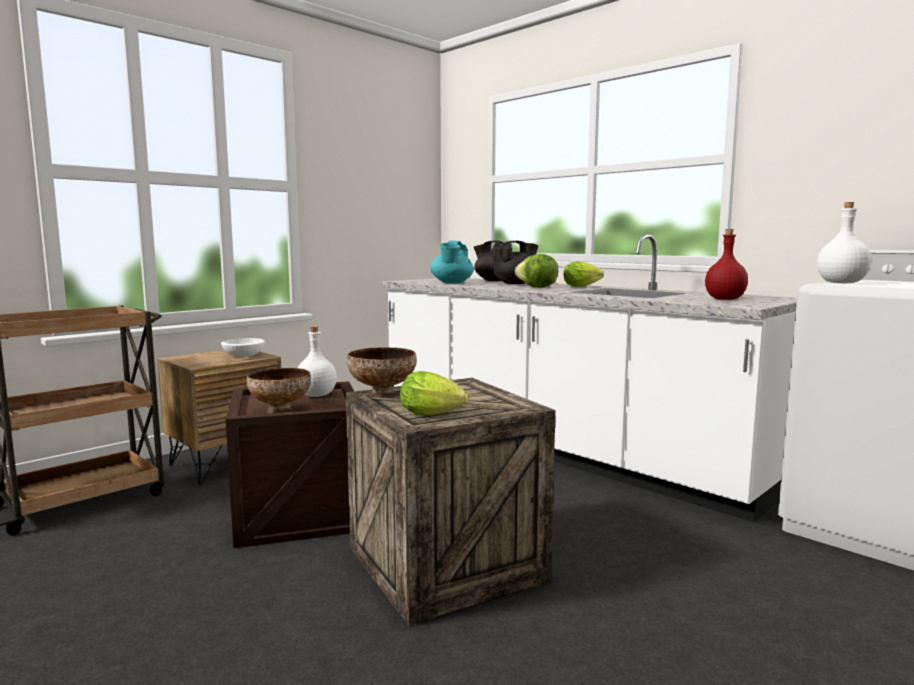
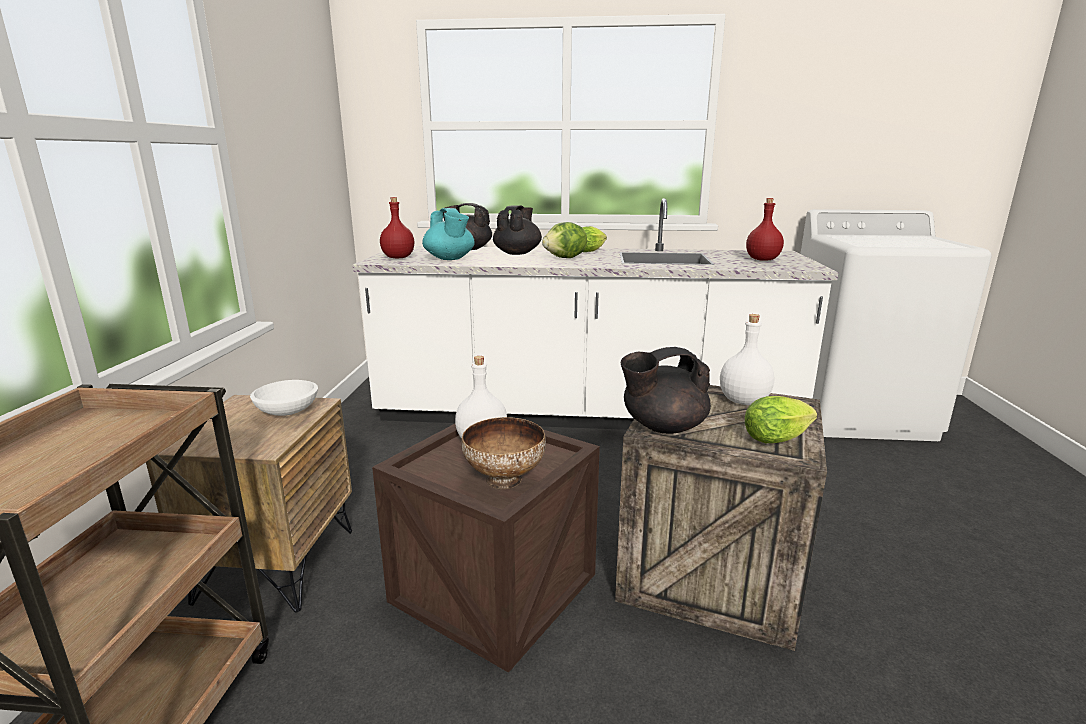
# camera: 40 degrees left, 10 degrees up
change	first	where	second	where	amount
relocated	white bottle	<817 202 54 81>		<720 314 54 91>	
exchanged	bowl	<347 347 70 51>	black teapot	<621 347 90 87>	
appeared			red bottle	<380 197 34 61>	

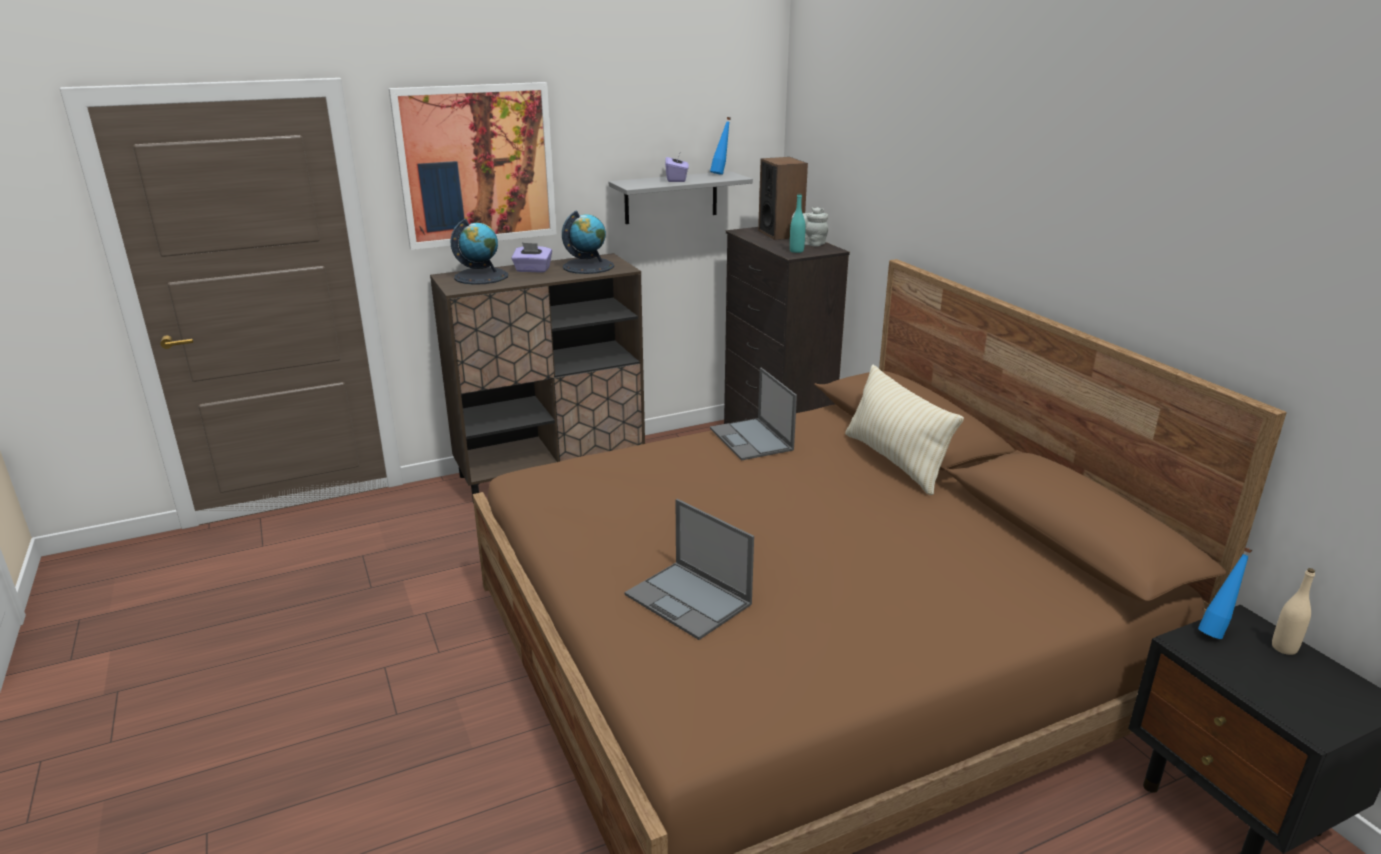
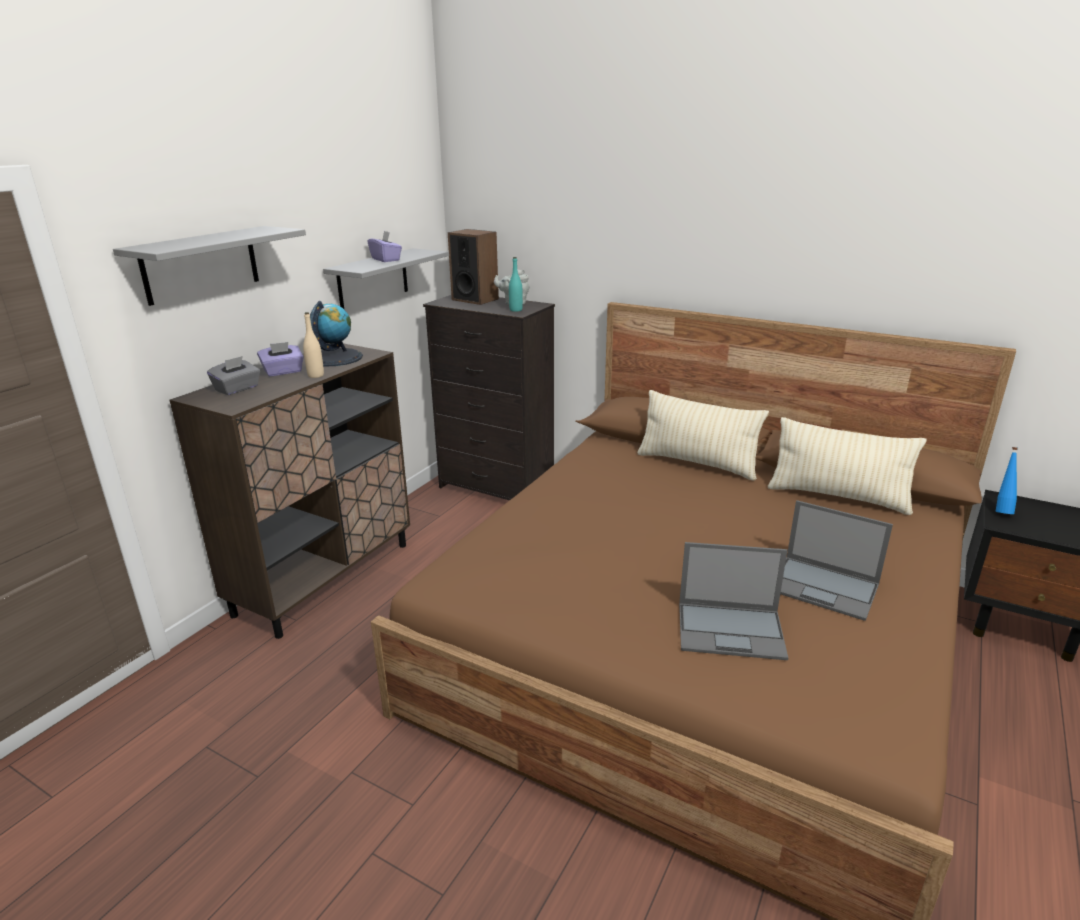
# camera: 35 degrees left, 0 degrees up
change	first	where	second	where	amount
exchanged	picture	<388 82 169 168>	grey shelf	<113 226 193 80>	
missing	blue bottle	<710 117 21 58>			
exchanged	globe	<450 219 58 66>	grey tissue box	<207 356 53 39>	
relocated	laptop	<710 368 87 92>		<780 500 113 121>	
relocated	beige bottle	<1272 568 43 87>		<303 312 21 66>	
appeared			beige pillow	<768 417 159 98>	

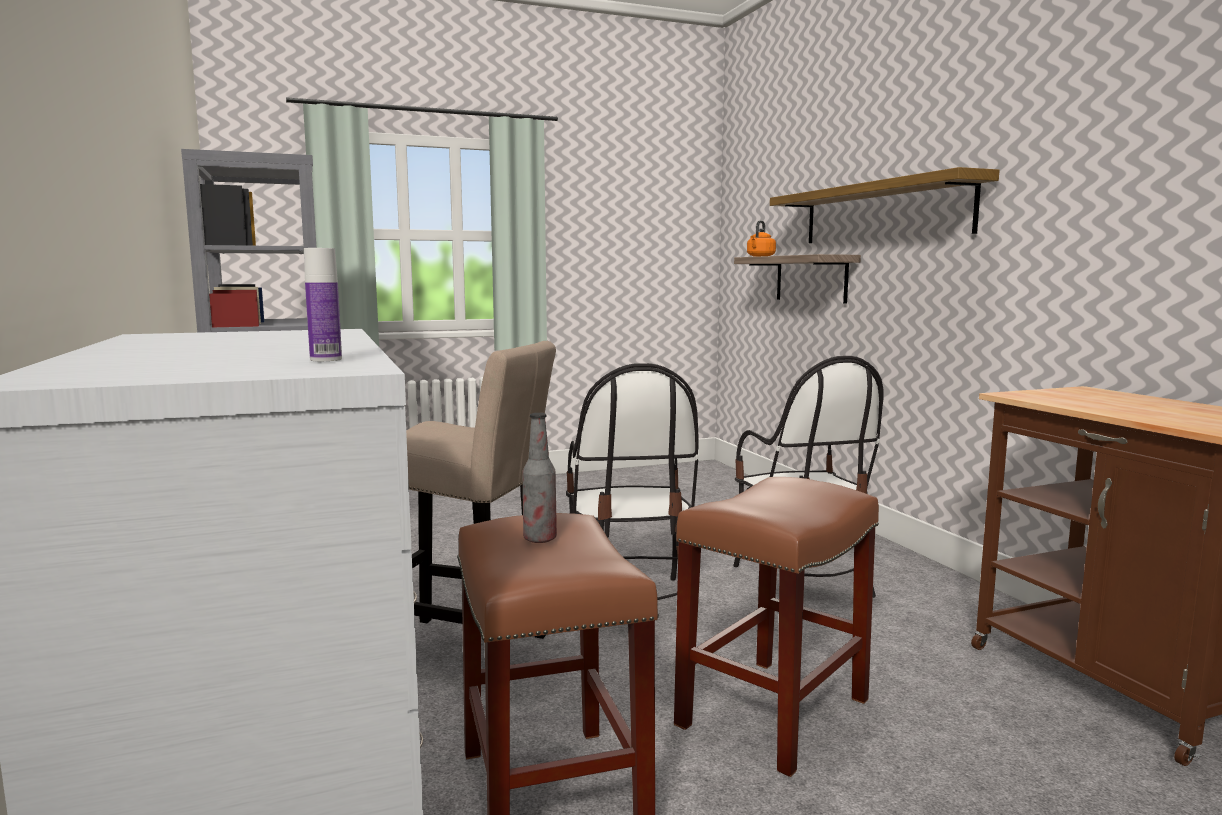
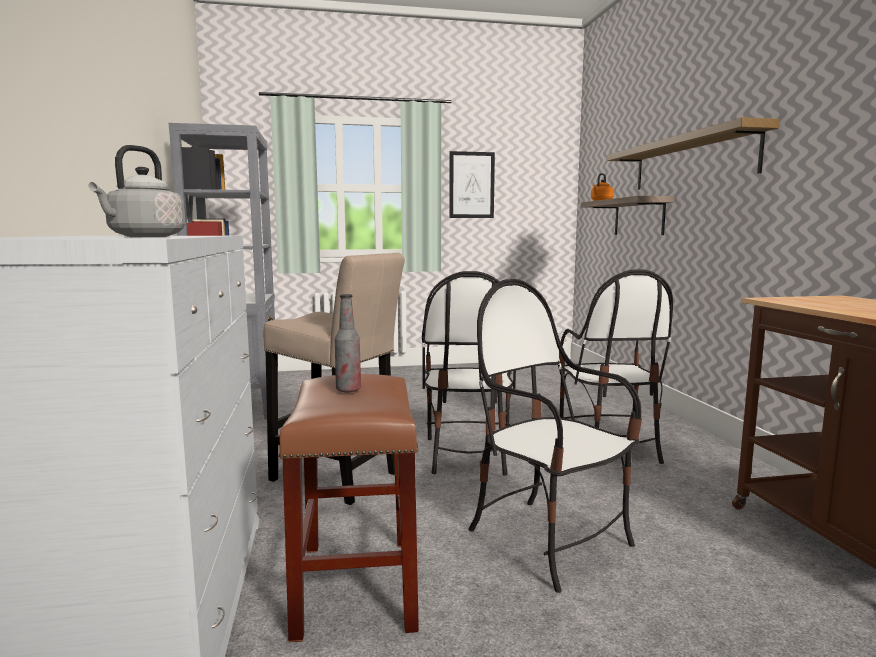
# camera: 10 degrees right, 0 degrees up
change	first	where	second	where	amount
exchanged	bottle	<304 248 38 113>	grey kettle	<88 145 98 92>	
exchanged	brown stool	<674 477 205 300>	chair	<468 279 174 314>	
appeared			picture	<449 151 46 67>	

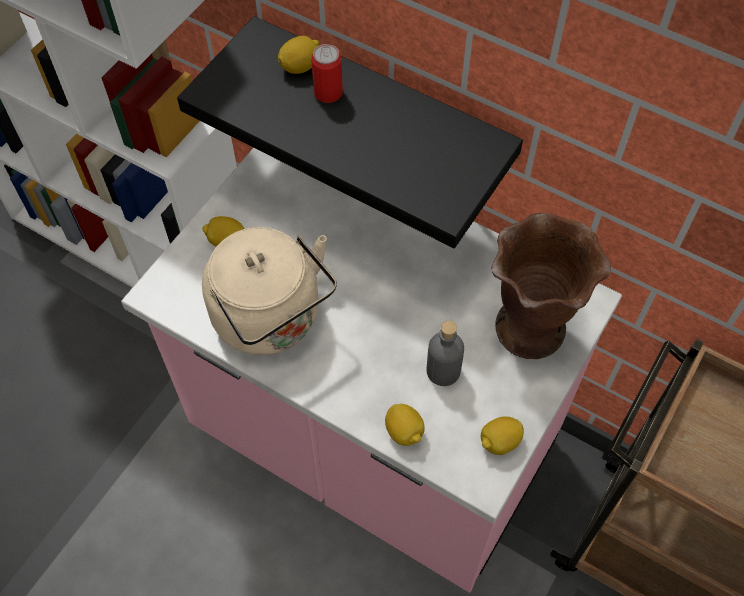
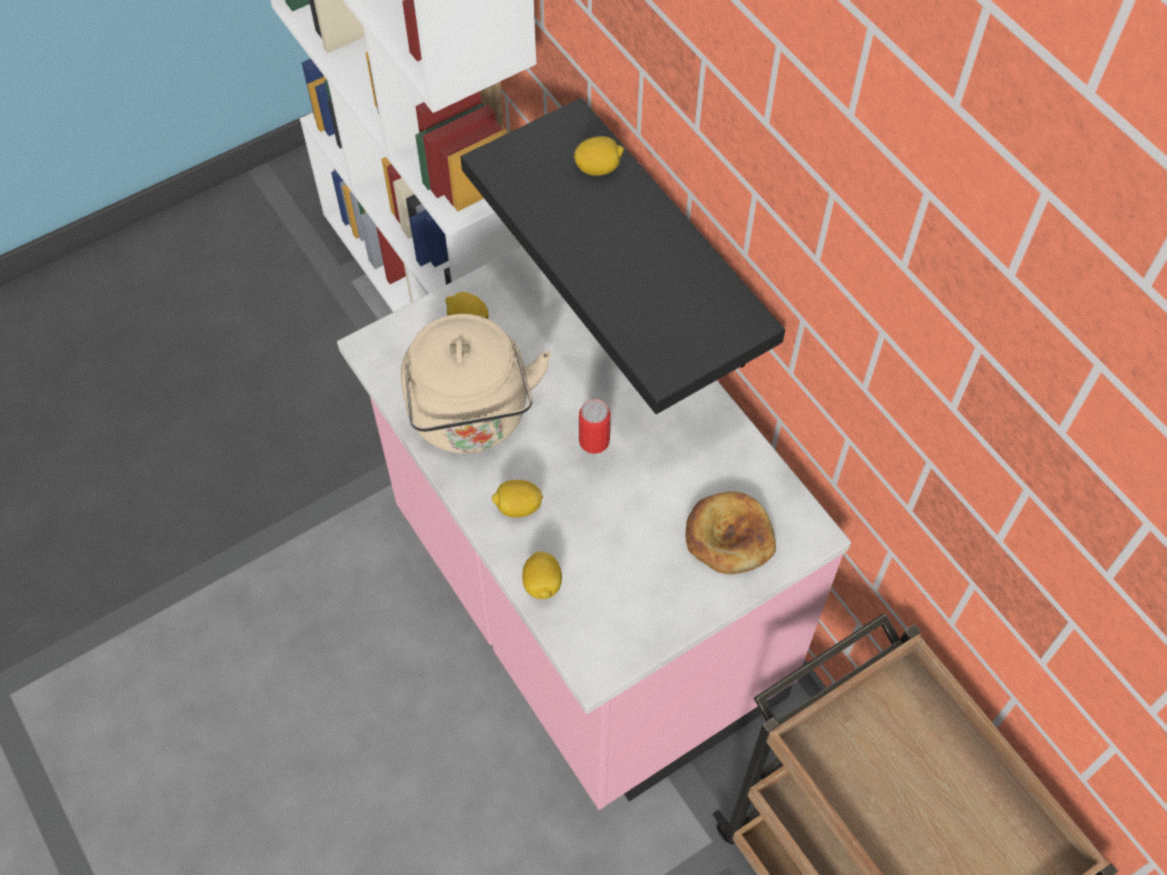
# camera: 25 degrees right, 0 degrees up
change	first	where	second	where	amount
relocated	can	<311 44 32 59>		<579 399 32 55>	
exchanged	brown vase	<491 213 120 146>	bread	<685 491 91 83>	
missing	grey bottle	<427 321 37 65>			
relocated	lemon	<481 416 43 39>		<492 480 51 37>	

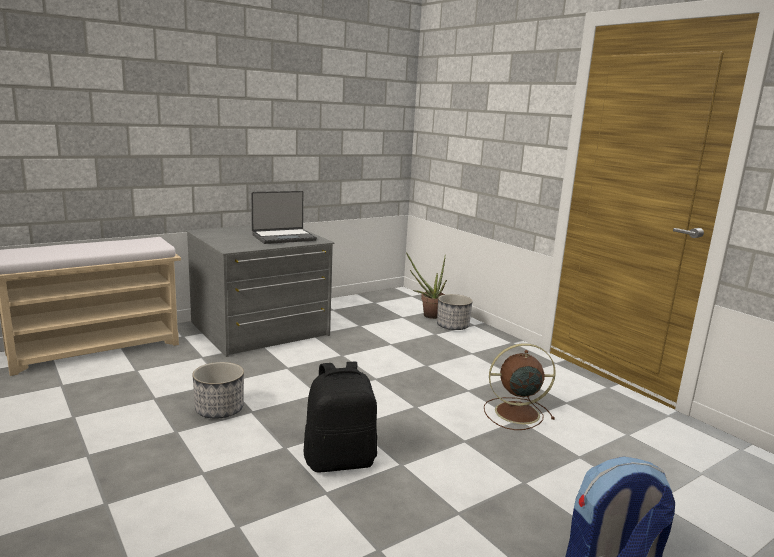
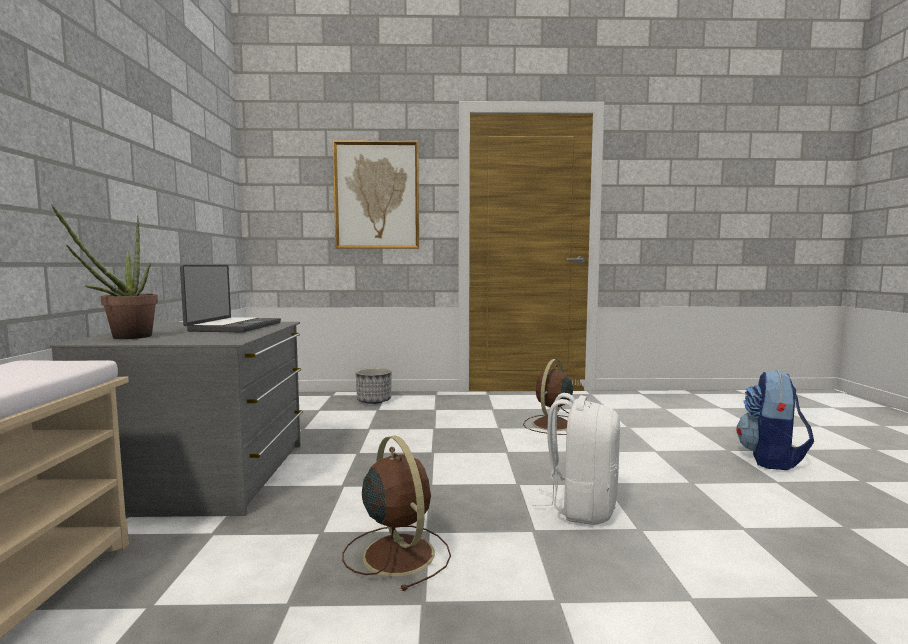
# camera: 55 degrees left, 10 degrees down
change	first	where	second	where	amount
relocated	potted plant	<406 252 41 67>		<52 204 106 135>	
exchanged	planter	<192 362 52 57>	brown fan	<342 436 109 155>	
colour	black backpack	<304 362 73 111>	white backpack	<533 393 87 132>	
appeared			picture	<333 140 86 109>	

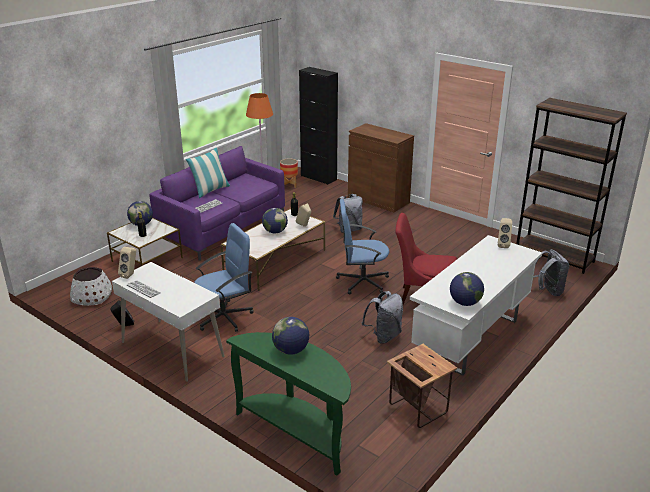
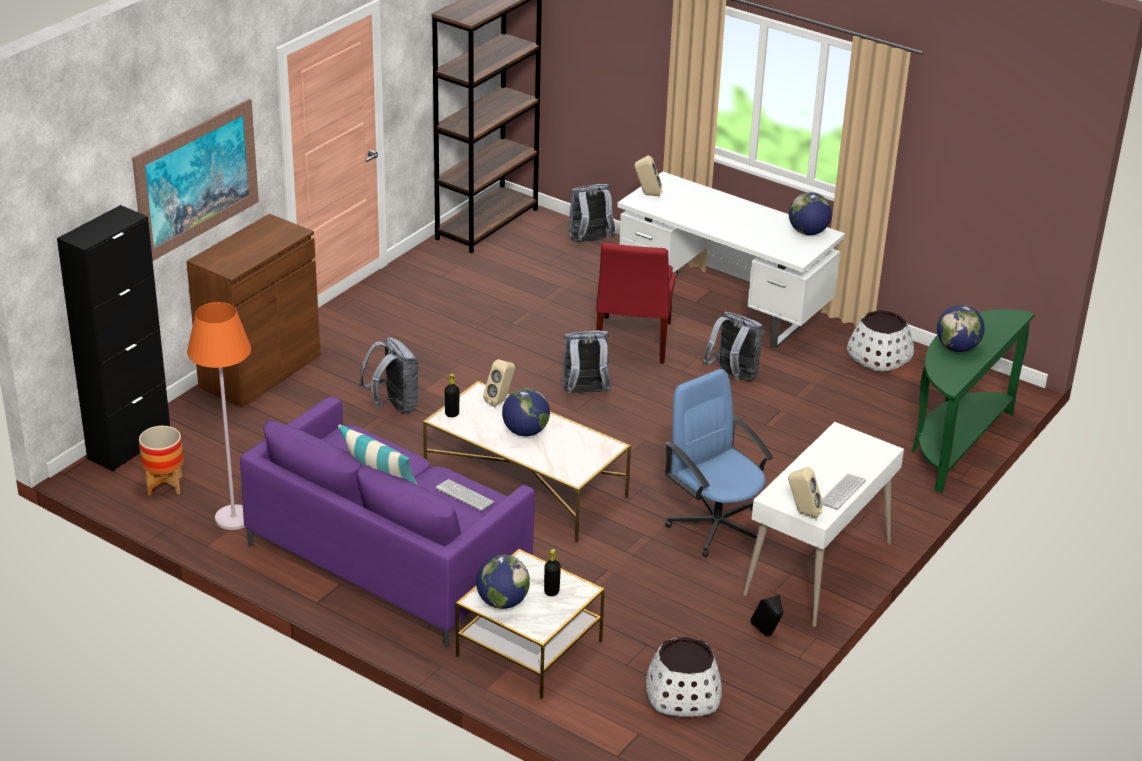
# camera: 95 degrees left, 5 degrees up
change	first	where	second	where	amount
exchanged	blue office chair	<336 199 53 96>	grey backpack	<560 330 51 64>	
exchanged	side table	<387 344 70 84>	white planter	<847 310 67 62>	
appeared			picture	<132 99 127 162>	

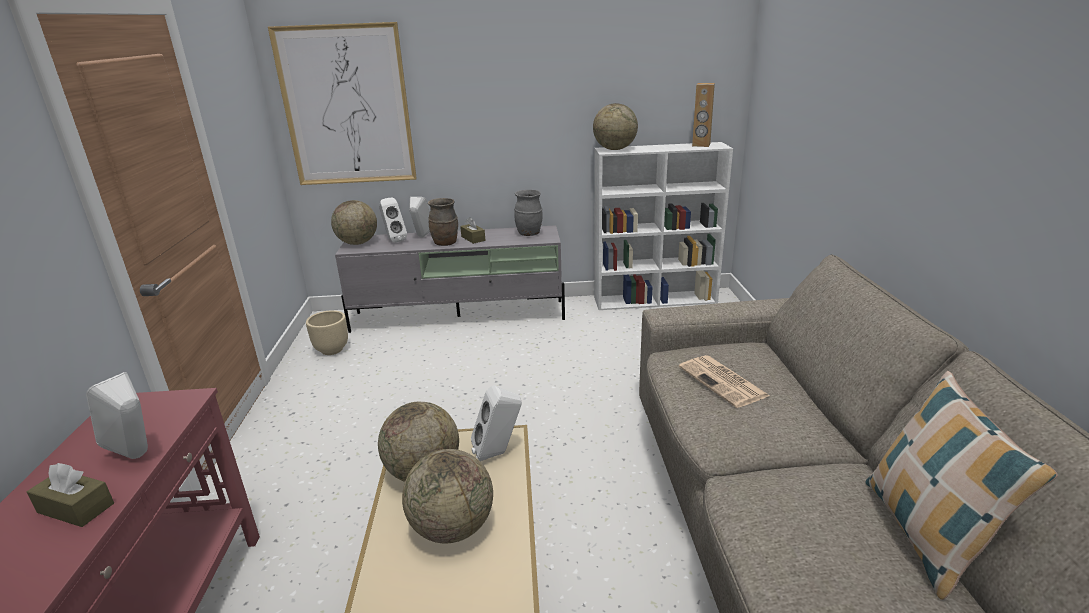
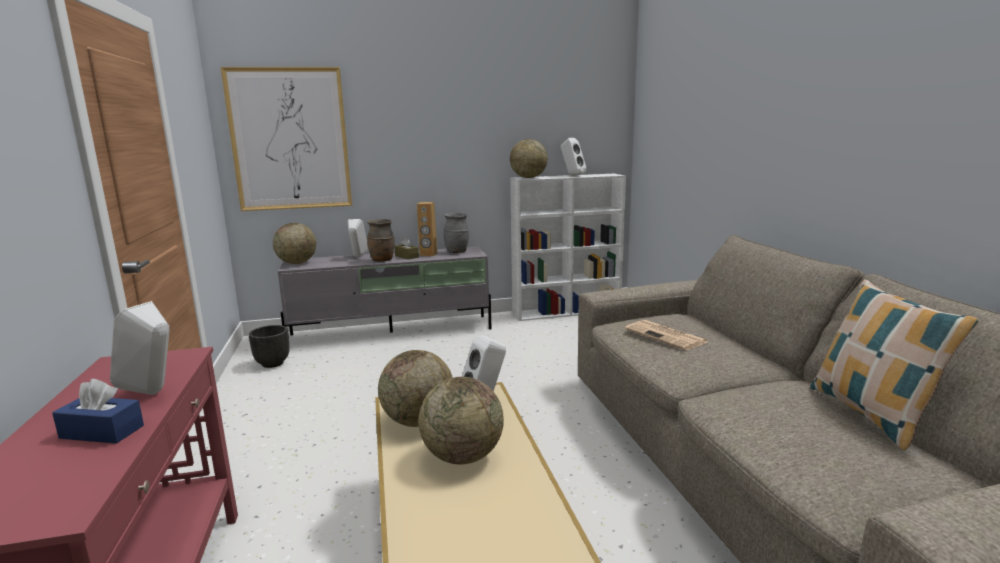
# camera: 10 degrees left, 10 degrees down
change	first	where	second	where	amount
relocated	brown speaker	<692 83 23 64>		<417 202 20 54>	
relocated	white speaker	<379 197 28 46>		<561 138 26 38>	
colour	beige planter	<306 310 42 45>	black planter	<249 325 41 43>	
colour	brown tissue box	<27 463 87 64>	blue tissue box	<52 379 92 65>	

